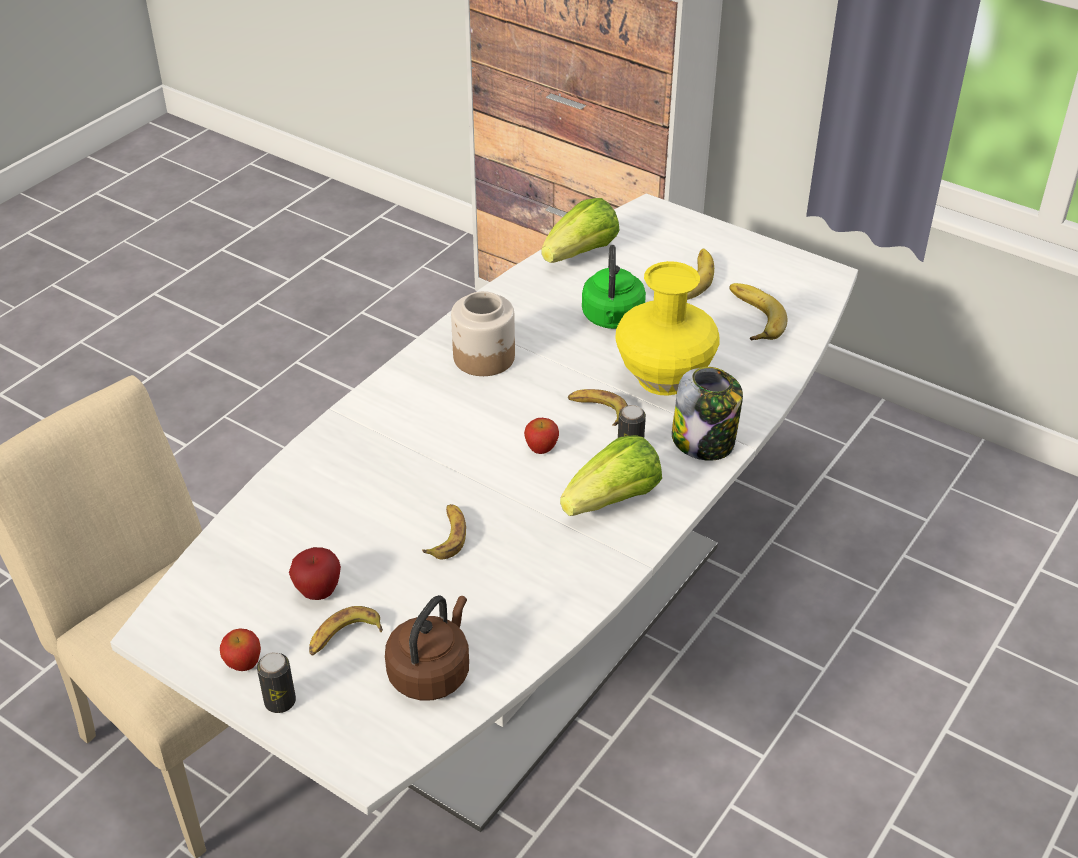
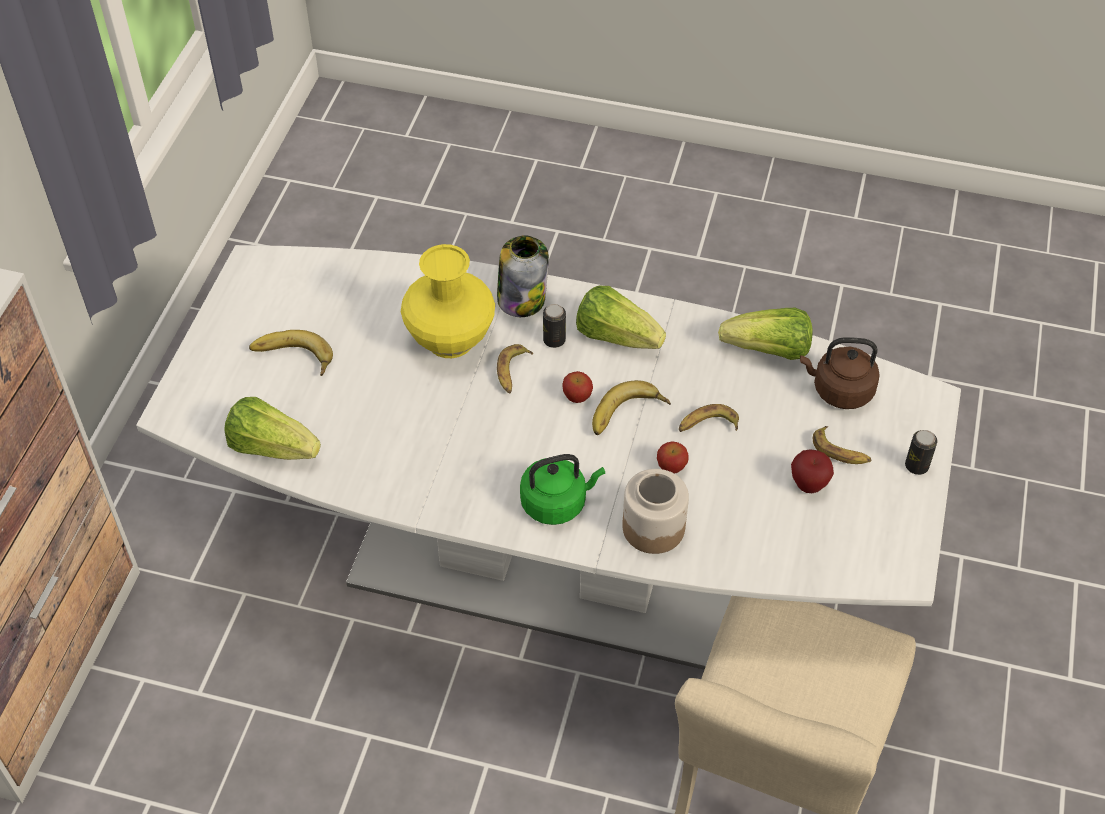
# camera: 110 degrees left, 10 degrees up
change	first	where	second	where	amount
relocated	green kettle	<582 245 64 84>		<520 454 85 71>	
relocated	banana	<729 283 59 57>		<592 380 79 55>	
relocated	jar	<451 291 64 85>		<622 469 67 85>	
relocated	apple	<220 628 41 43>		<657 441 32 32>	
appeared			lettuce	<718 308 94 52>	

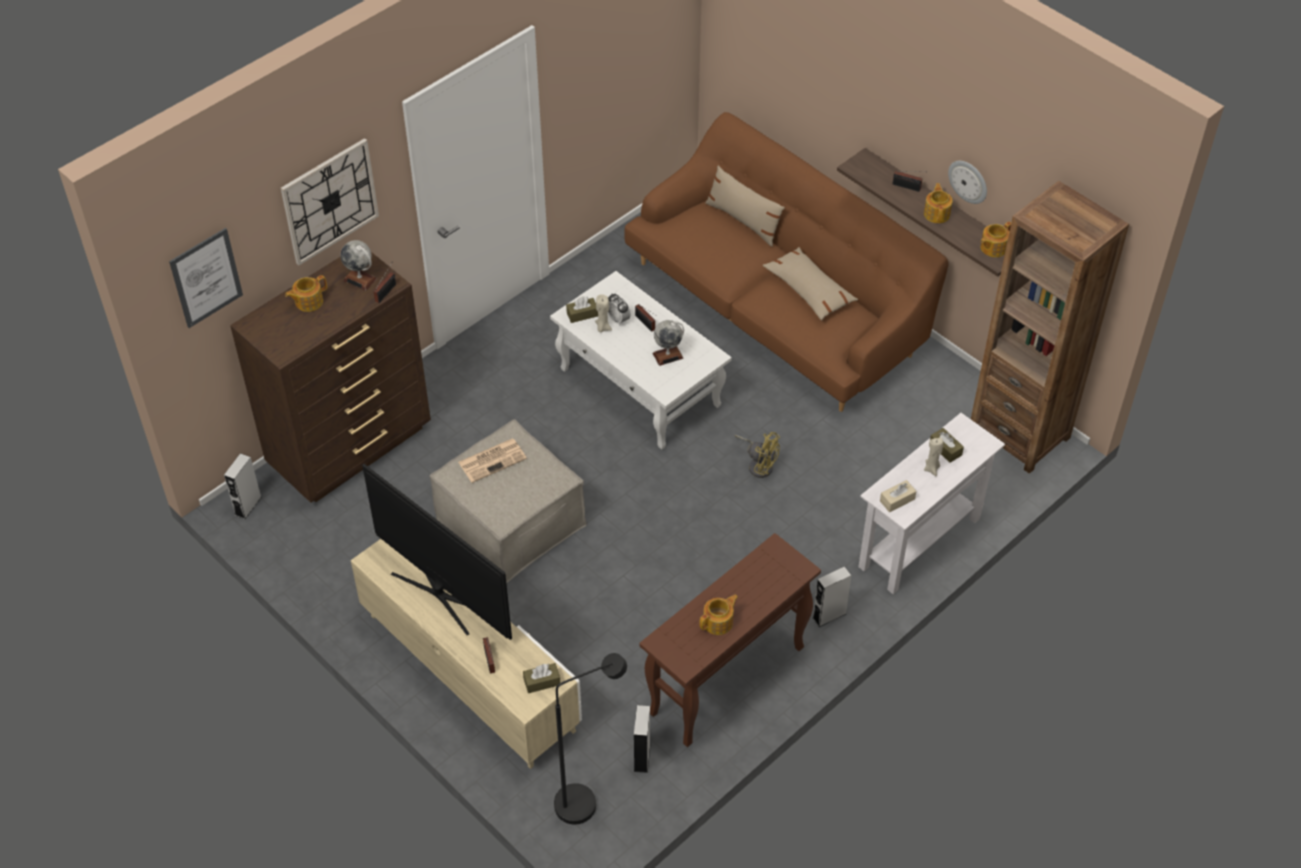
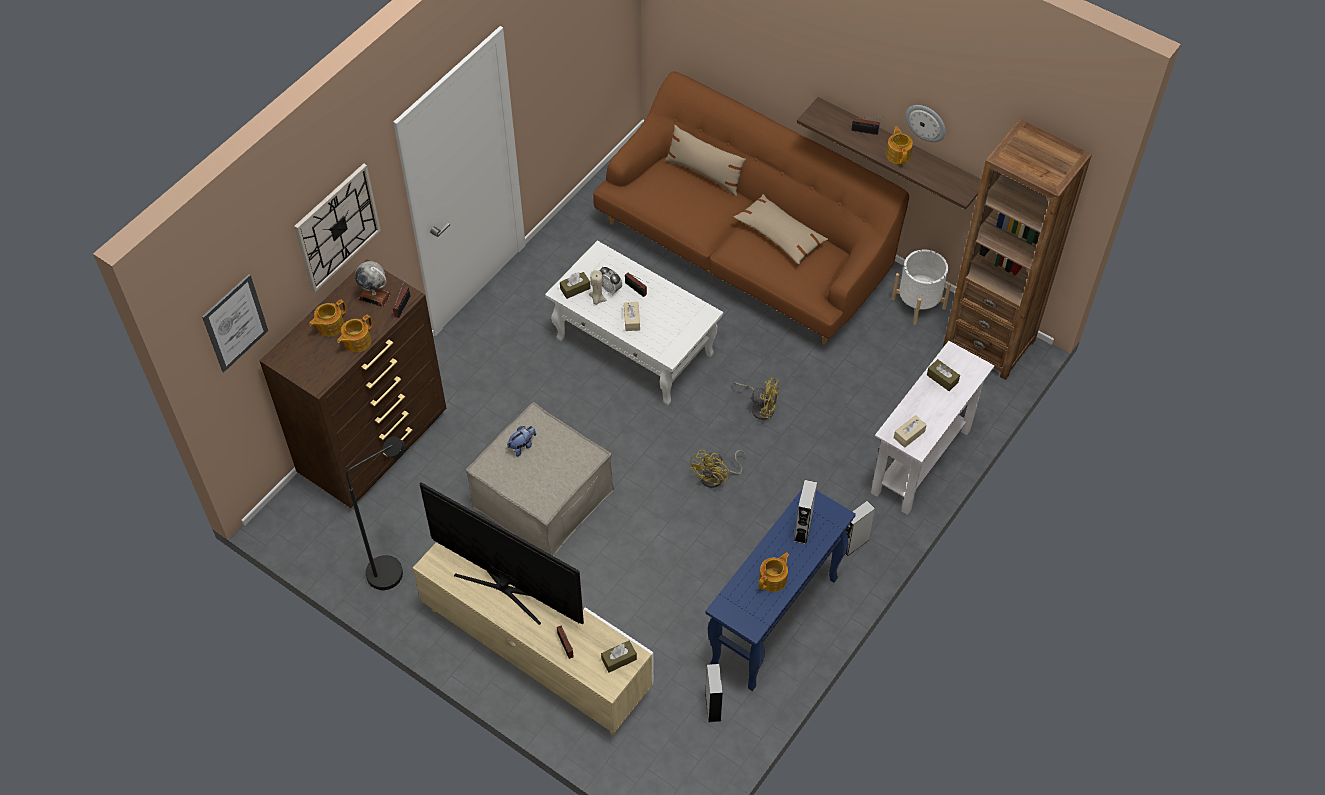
# camera: 10 degrees left, 5 degrees up
change	first	where	second	where	amount
relocated	teapot	<980 222 31 35>		<337 315 35 38>	
missing	globe	<653 320 31 46>			
missing	beige candle	<924 437 19 39>			
exchanged	newspaper	<458 439 69 44>	plush toy	<507 426 29 31>	
relocated	grey speaker	<224 453 37 66>		<793 480 24 64>	
colour	brown console table	<639 533 182 214>	blue console table	<705 490 151 201>	
relocated	black floor lamp	<554 653 73 171>		<346 437 60 153>	
appeared			white planter	<892 249 59 76>	
appeared			beige tissue box	<624 302 16 29>	
appeared			yellow fan	<689 450 58 38>	

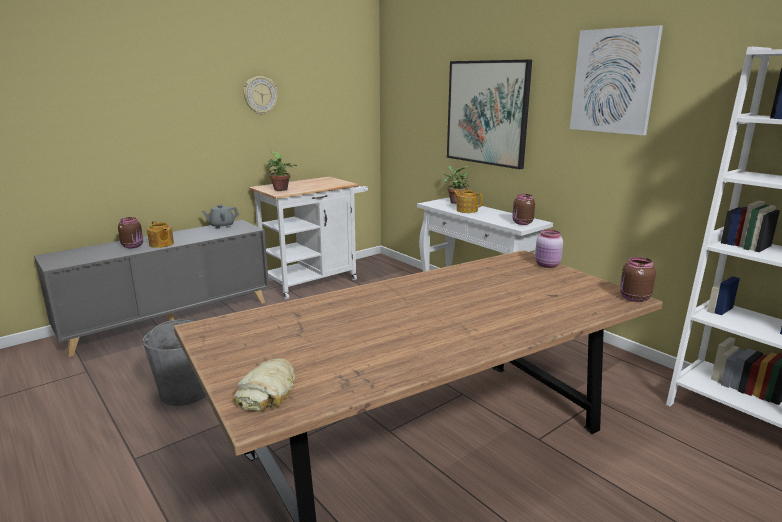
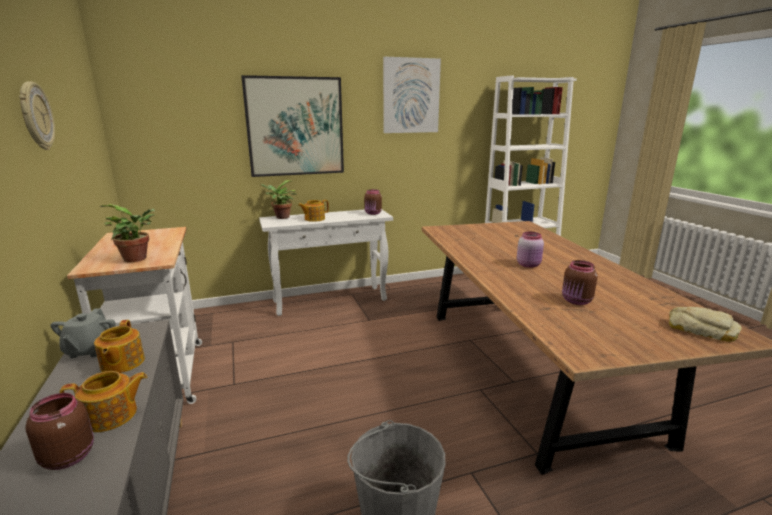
# camera: 70 degrees left, 0 degrees up
change	first	where	second	where	amount
relocated	pink jar	<535 230 28 38>		<517 232 27 36>	
relocated	brown jar	<620 257 36 45>		<562 260 36 45>	
appeared			teapot	<94 320 51 53>	

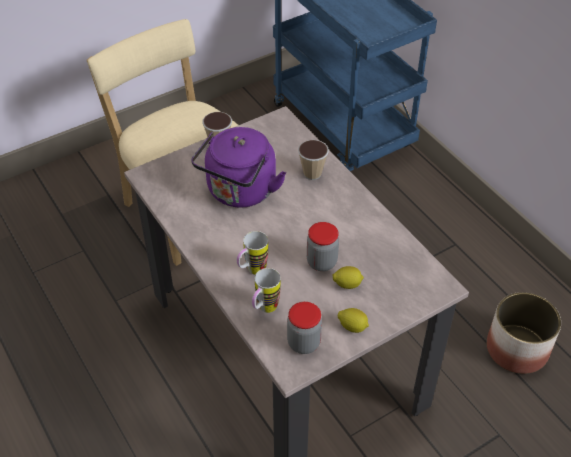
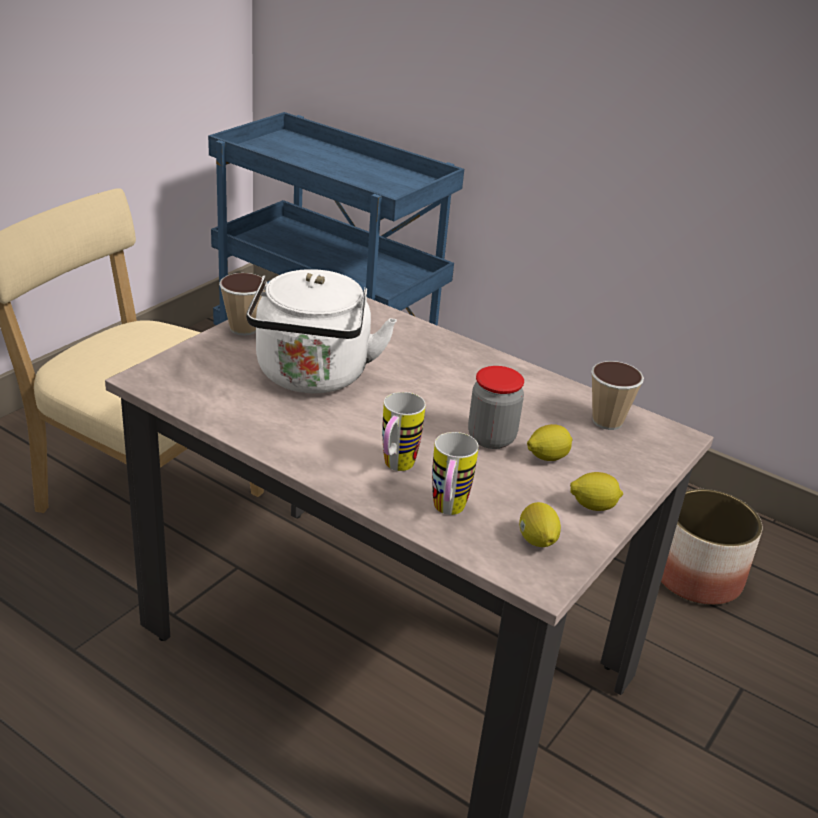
# camera: 25 degrees left, 15 degrees down
change	first	where	second	where	amount
colour	purple kettle	<191 127 95 81>	white kettle	<246 269 151 124>	
relocated	cup	<298 140 31 40>		<591 361 53 69>	
exchanged	jar	<287 302 35 52>	lemon	<519 502 42 45>	

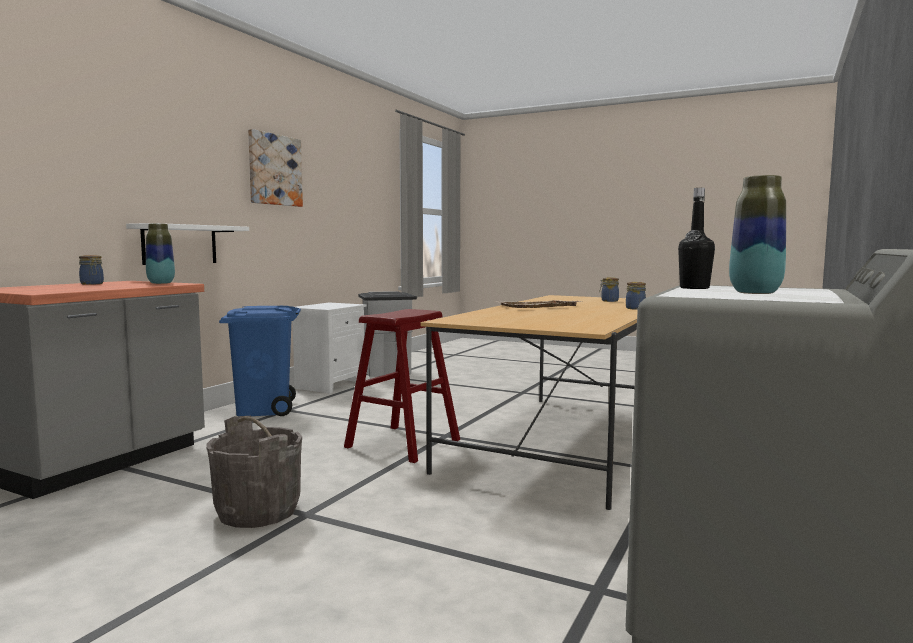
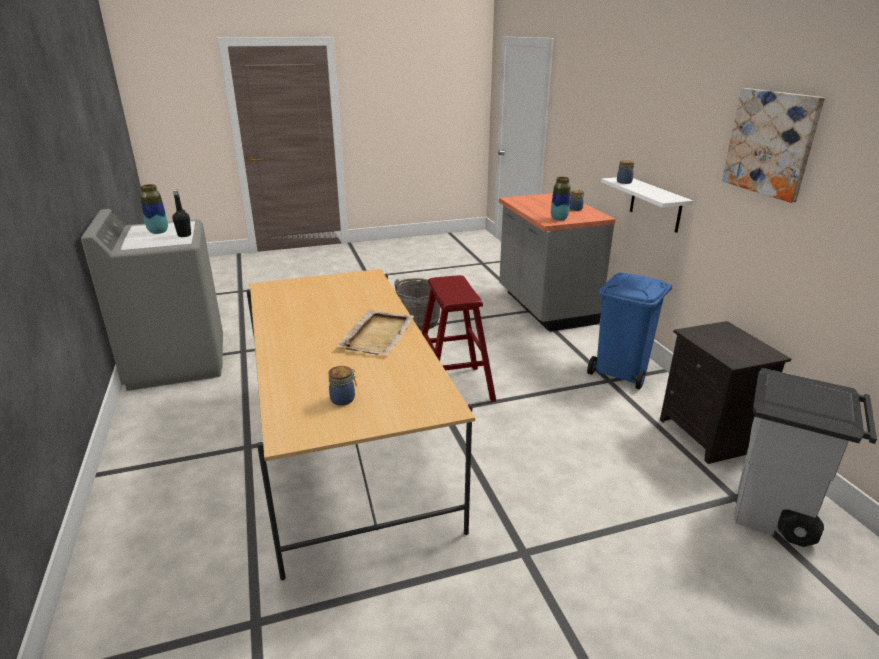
# camera: 135 degrees right, 20 degrees up
change	first	where	second	where	amount
relocated	jar	<626 282 20 28>		<617 160 18 24>	
colour	white nightstand	<293 303 74 91>	black nightstand	<660 321 131 143>	

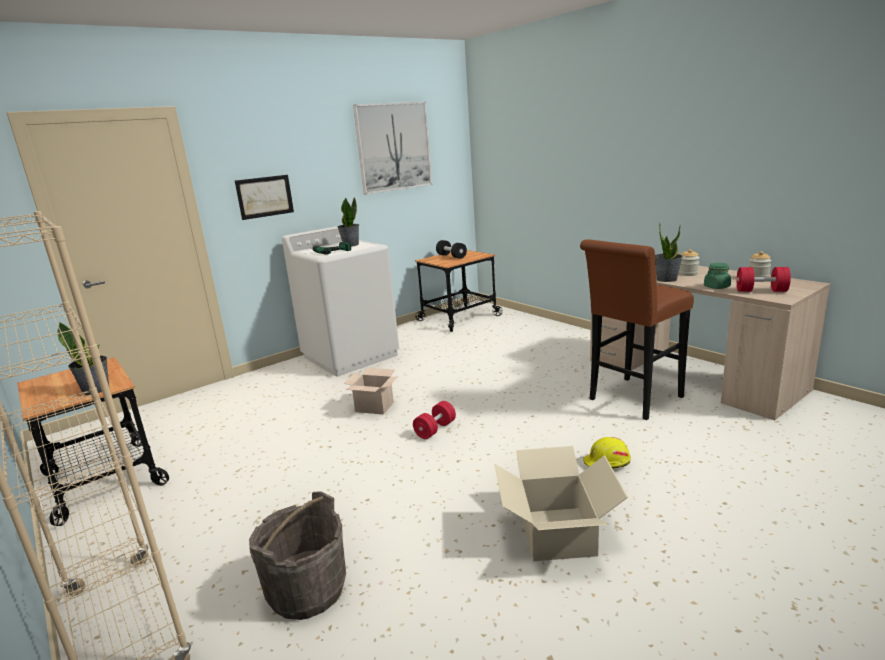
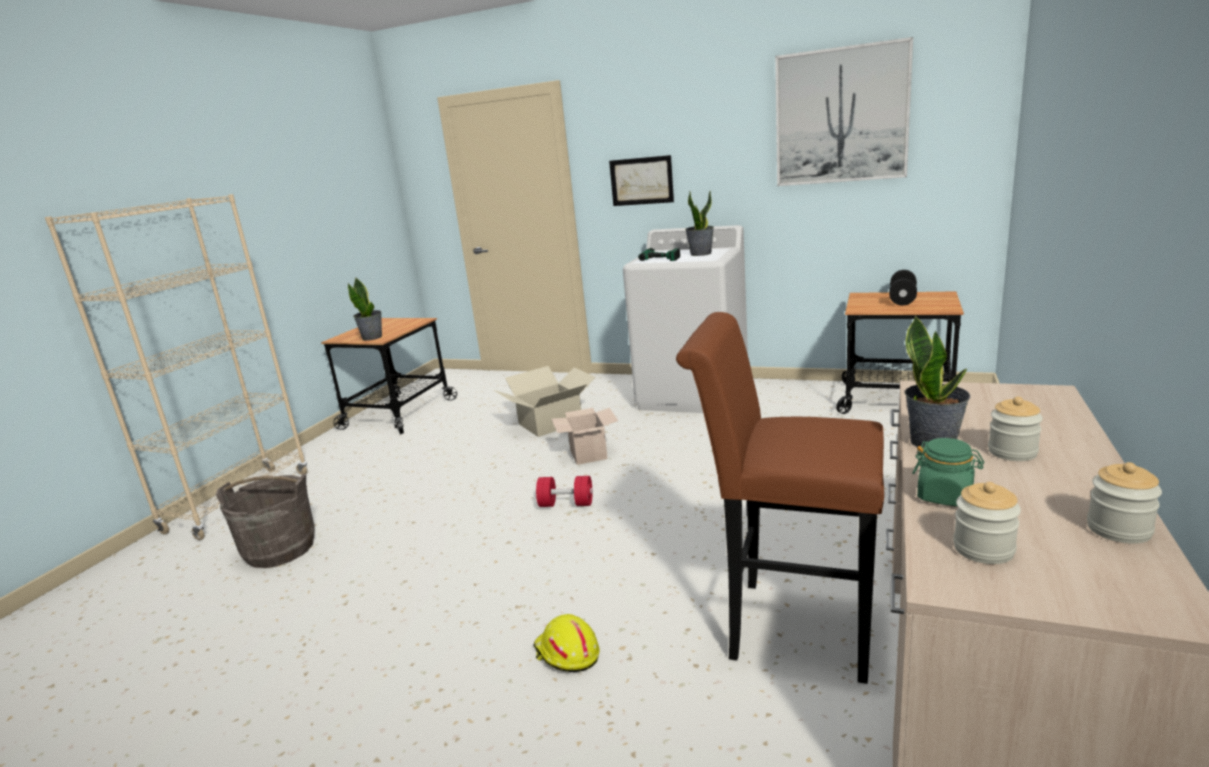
# camera: 60 degrees right, 0 degrees up
change	first	where	second	where	amount
exchanged	red dumbbell	<737 267 54 25>	jar	<953 482 68 82>	
relocated	cardboard box	<494 446 134 115>		<494 366 102 71>	

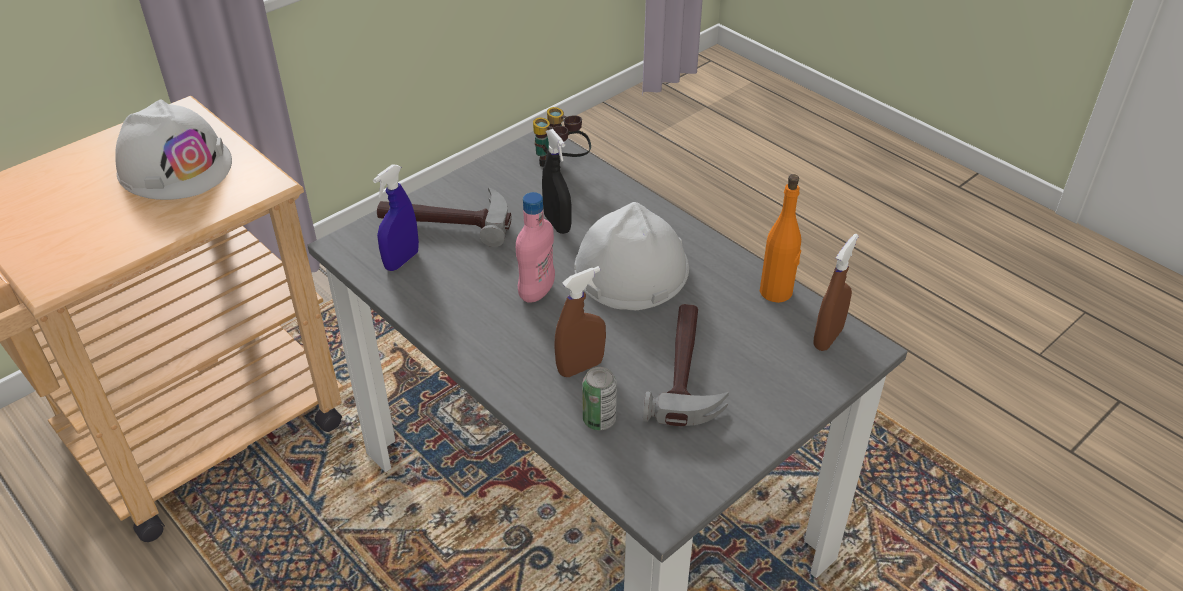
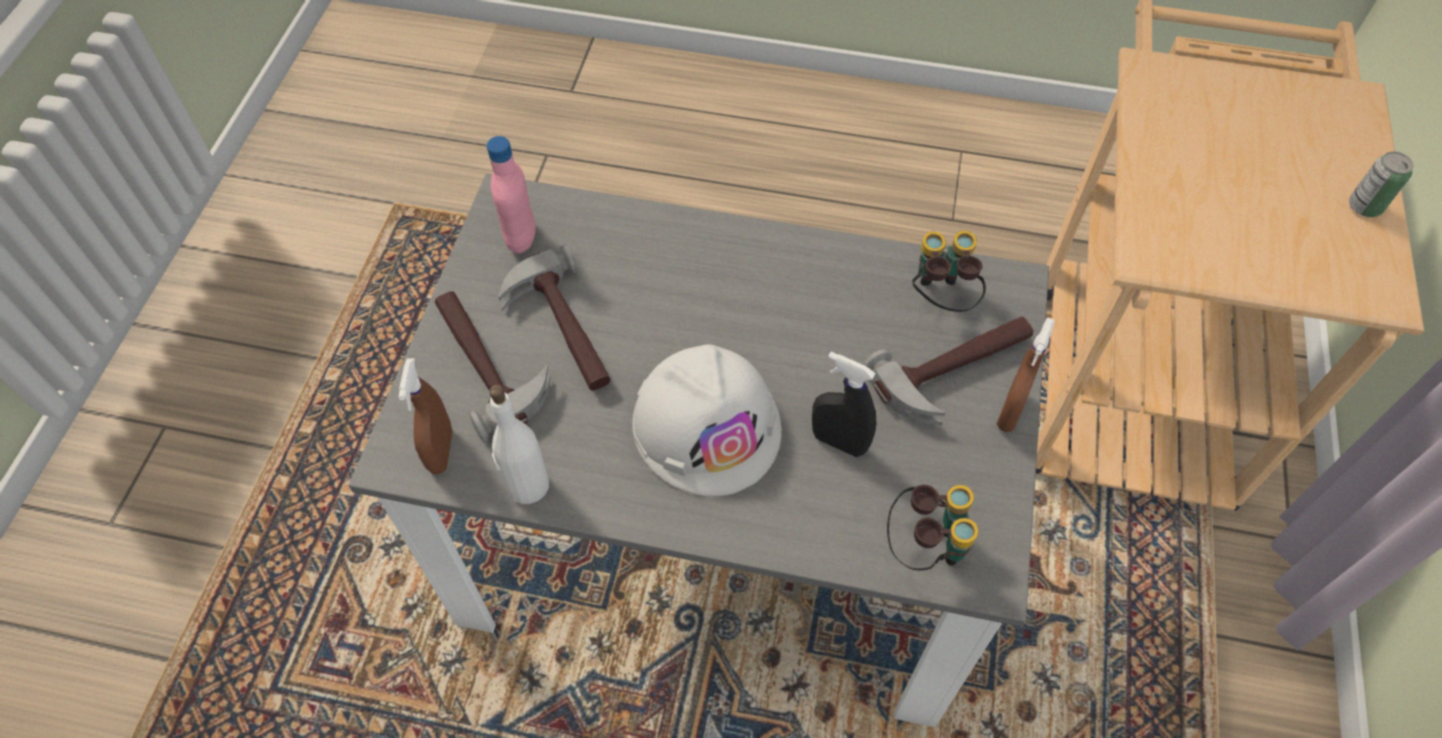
# camera: 145 degrees right, 15 degrees up
change	first	where	second	where	amount
missing	white hard hat	<115 99 117 101>			
exchanged	blue spray bottle	<373 164 46 107>	binoculars	<912 231 74 81>	
colour	orange bottle	<760 174 41 129>	white bottle	<489 385 60 119>	
relocated	pink bottle	<516 192 39 111>		<487 136 49 117>	
relocated	brown spray bottle	<554 266 52 111>		<997 317 58 115>	
relocated	can	<582 367 35 63>		<1349 152 65 65>	
appeared			hammer	<435 291 115 152>	

